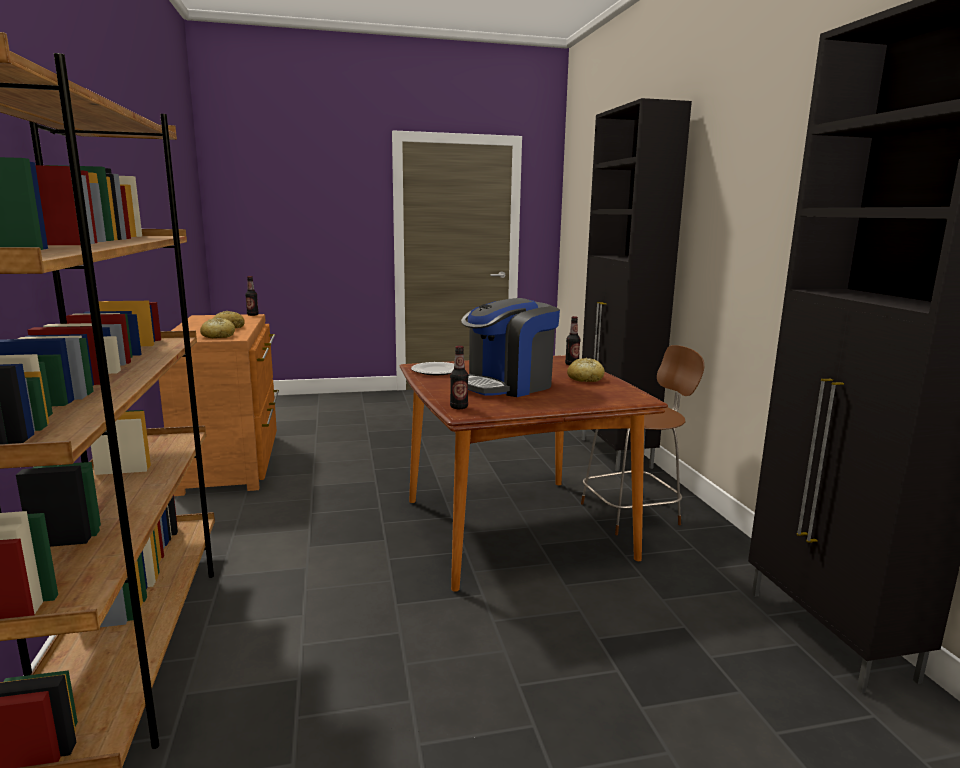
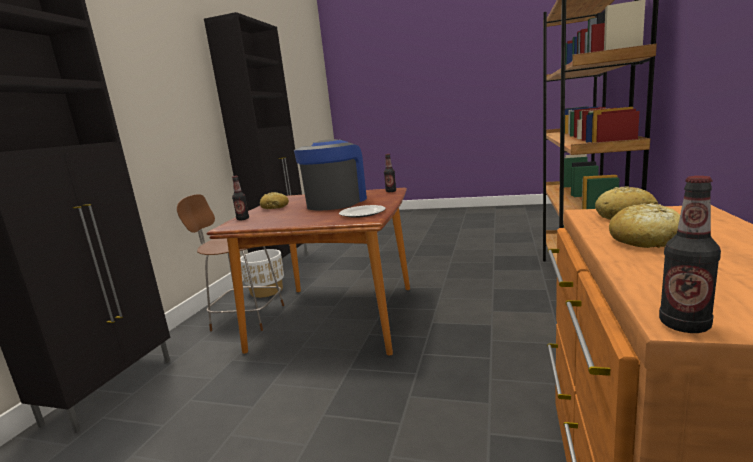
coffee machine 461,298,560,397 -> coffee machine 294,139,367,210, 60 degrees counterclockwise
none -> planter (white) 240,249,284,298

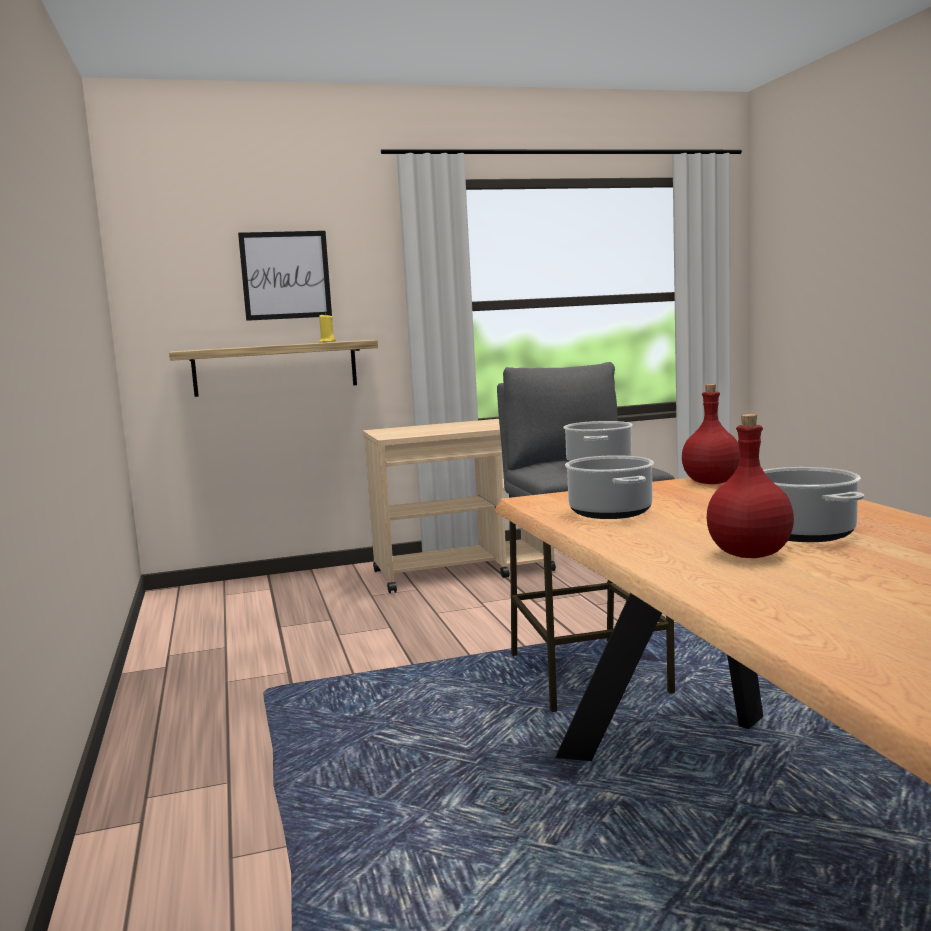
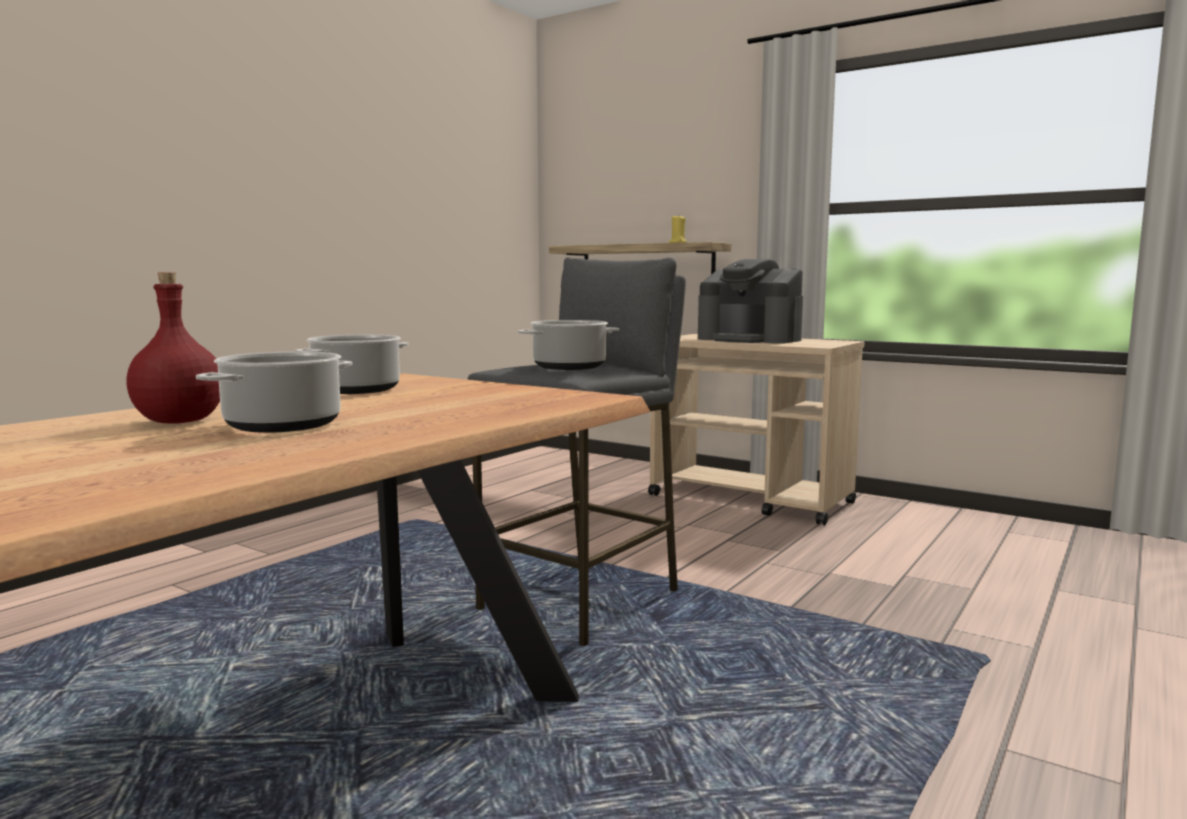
picture 238,231,332,321 -> none
bottle (red) 682,384,740,484 -> none
none -> coffee machine 698,259,803,344

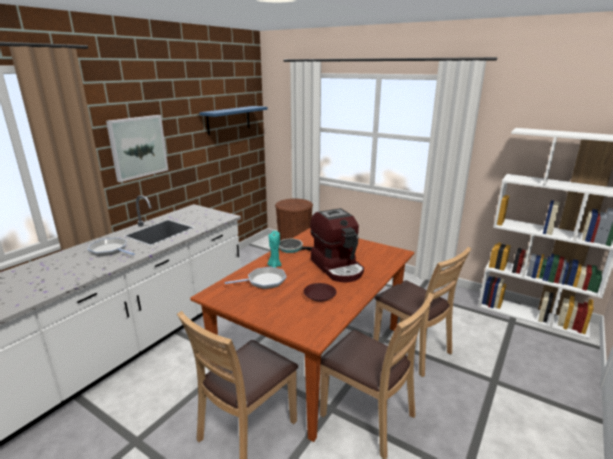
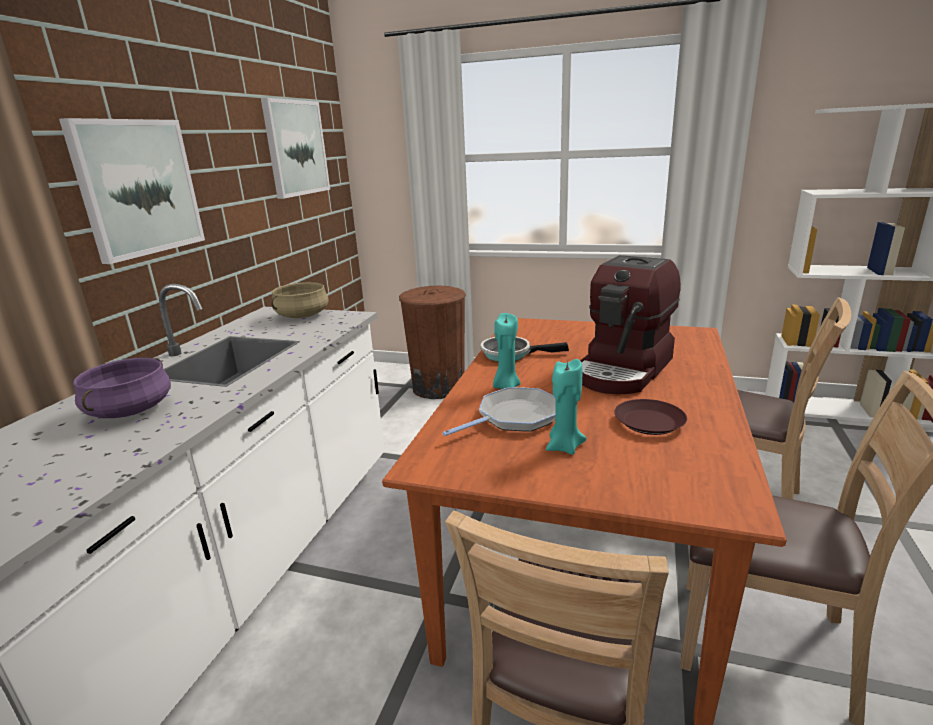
frying pan 87,237,135,256 -> cooking pot (purple) 73,358,171,418
shelf (blue) 199,106,268,135 -> picture 261,98,330,199
coffee machine 310,208,364,282 -> coffee machine 580,255,681,394, 75 degrees clockwise
none -> cooking pot (beige) 271,282,328,318
none -> candle (turquoise) 546,359,586,455

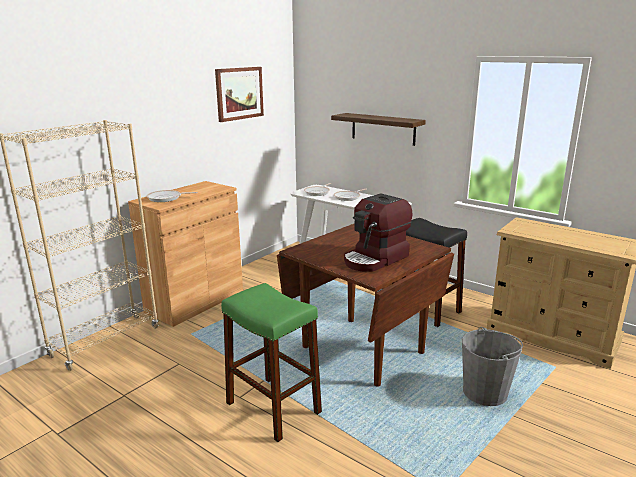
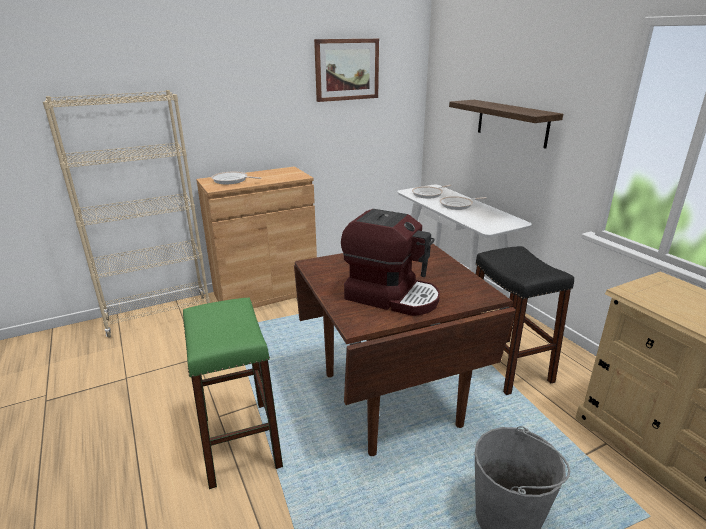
coffee machine 344,193,413,272 -> coffee machine 341,209,440,316, 135 degrees counterclockwise

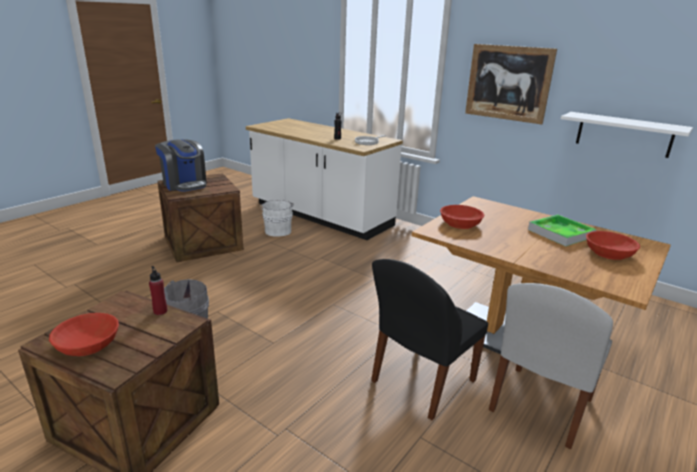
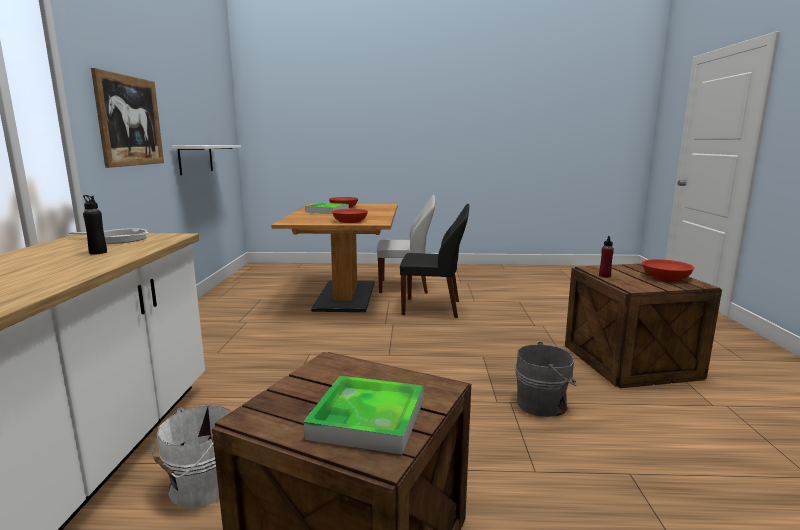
coffee machine 155,139,207,192 -> tray 304,376,424,455

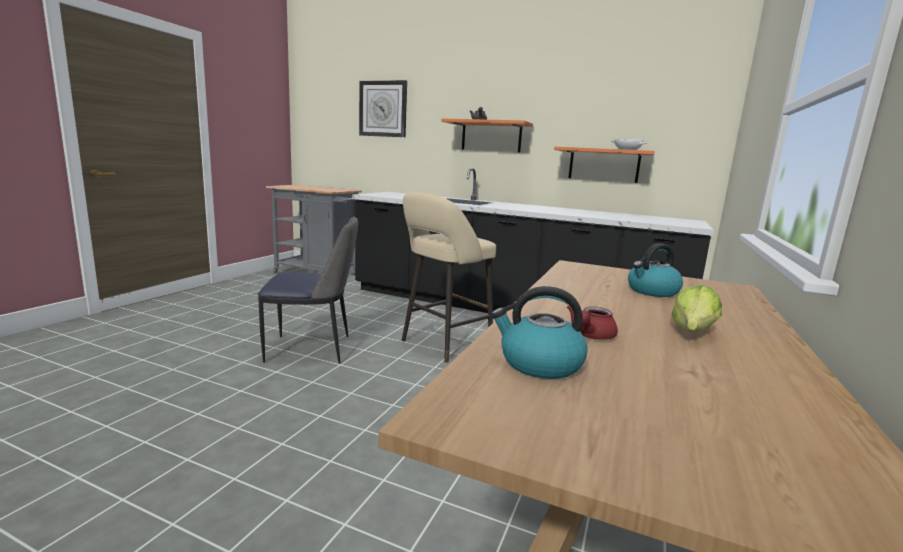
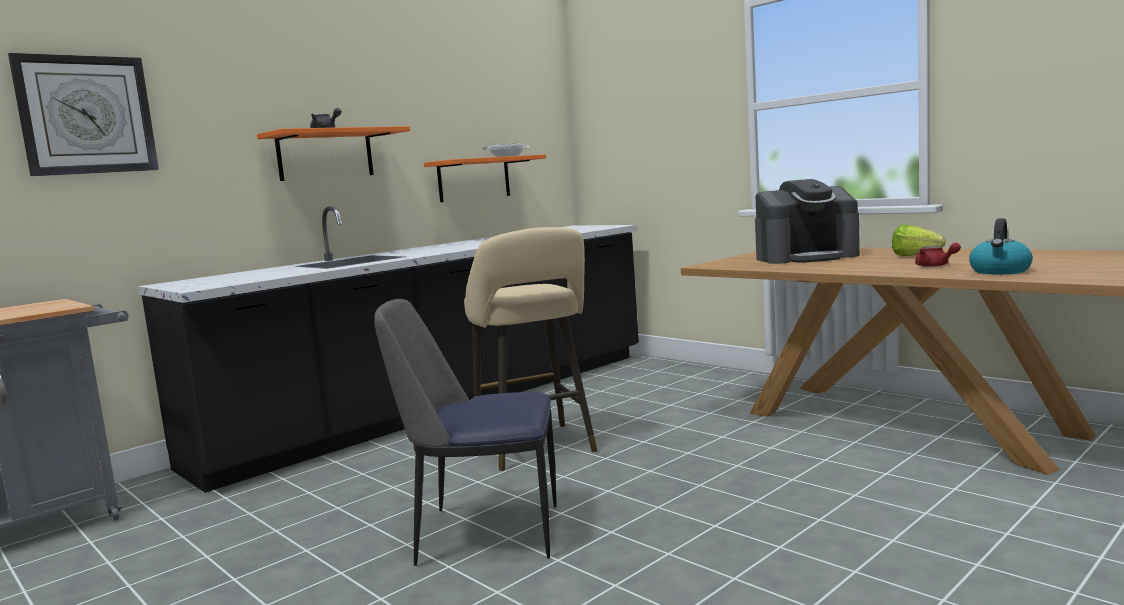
chair 258,217,358,363 -> chair 374,299,556,566, 105 degrees counterclockwise
kettle 628,244,683,297 -> coffee machine 755,179,860,264

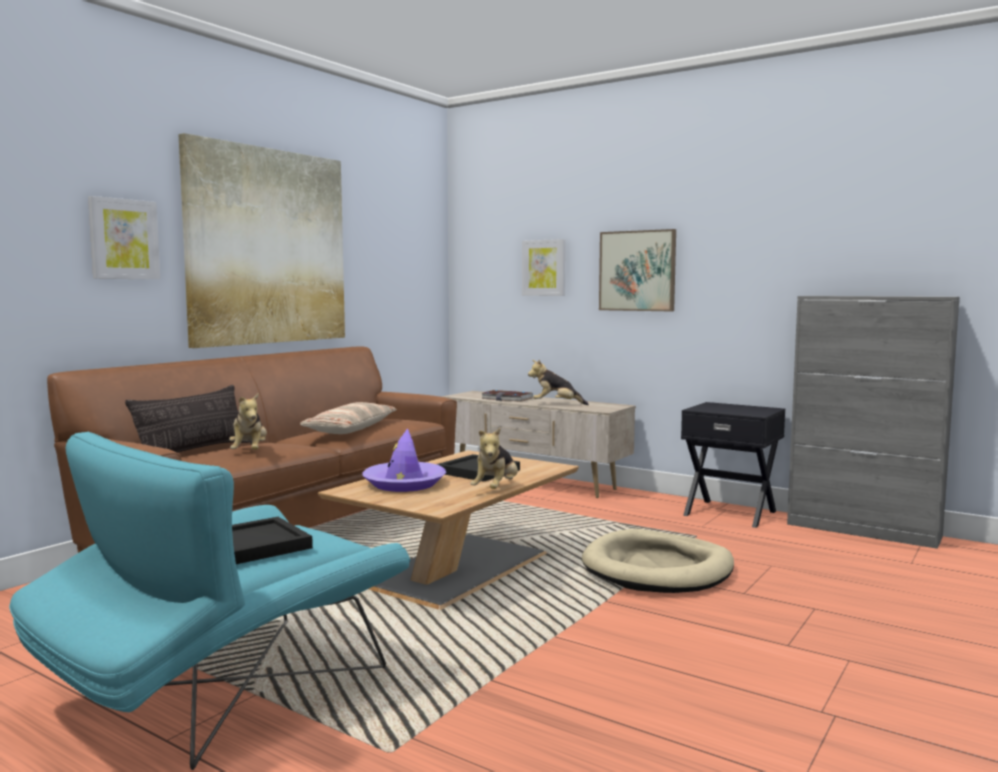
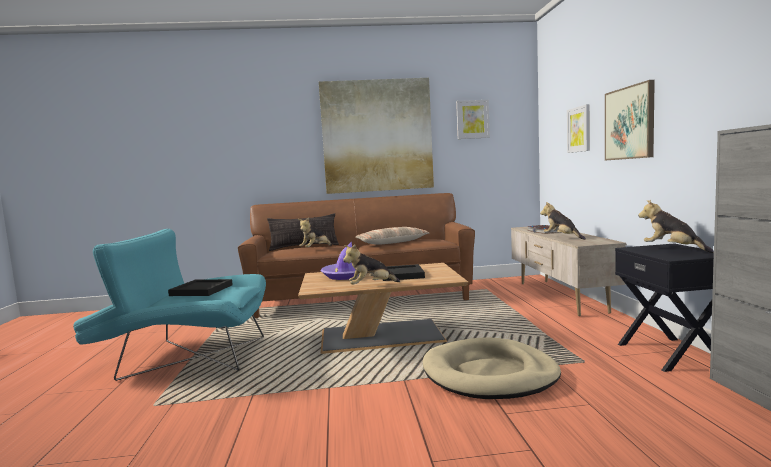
picture 88,196,160,279 -> picture 456,100,490,139, shifted
none -> plush toy 638,200,714,253

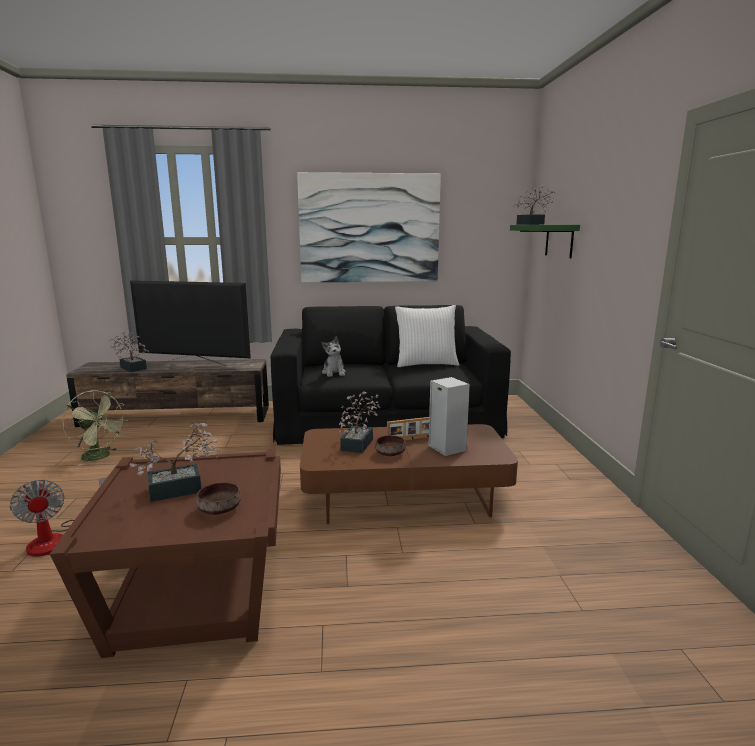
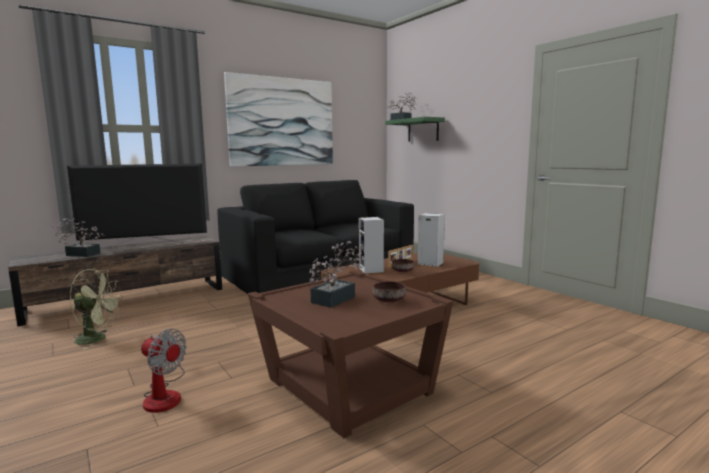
plush toy 322,337,346,377 -> none
potted plant 339,392,380,453 -> speaker 359,217,384,274
pillow (white) 395,305,459,367 -> none

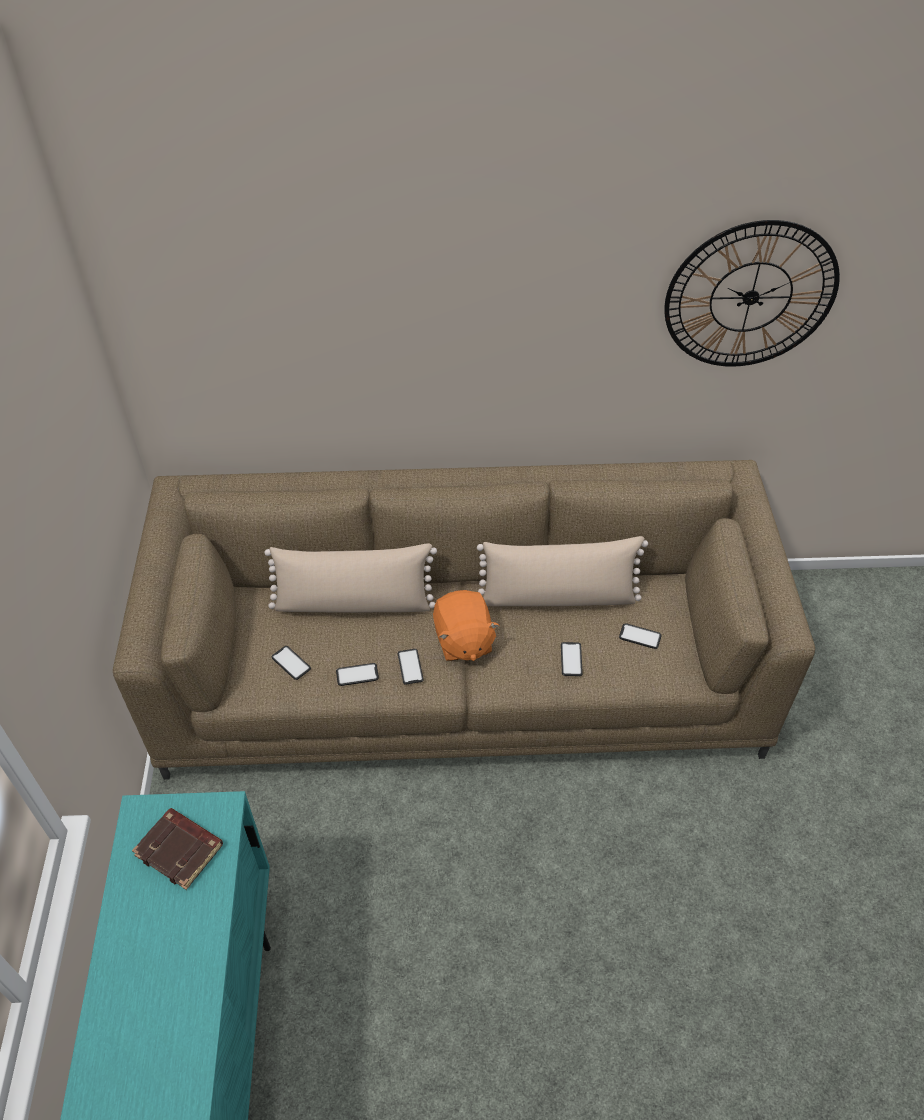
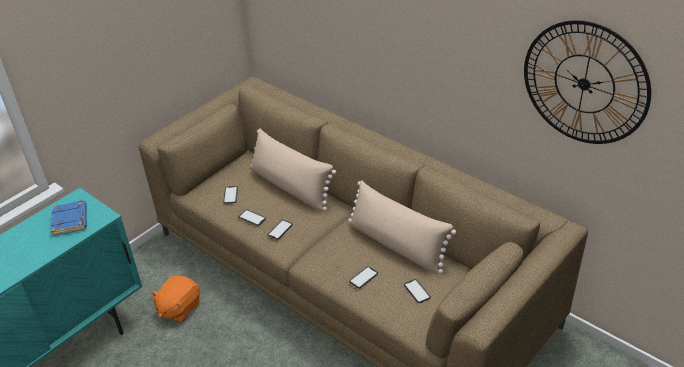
book (brown) 132,808,223,890 -> book (blue) 51,200,87,236
plush toy (orange) 433,590,499,661 -> plush toy (orange) 151,276,200,323, shifted

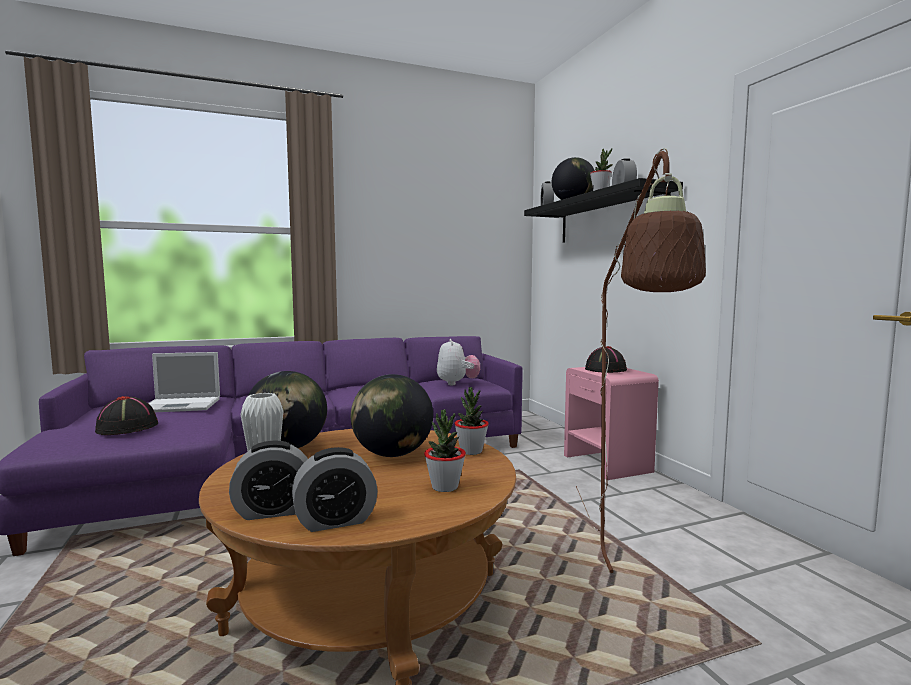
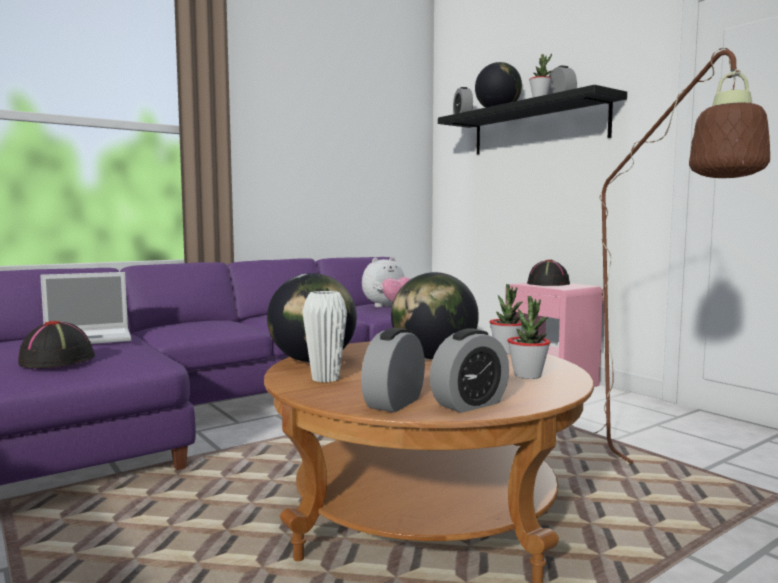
alarm clock 229,441,308,520 -> alarm clock 361,328,425,412, 150 degrees clockwise
plush toy 437,339,480,385 -> plush toy 362,257,410,307, 75 degrees clockwise

